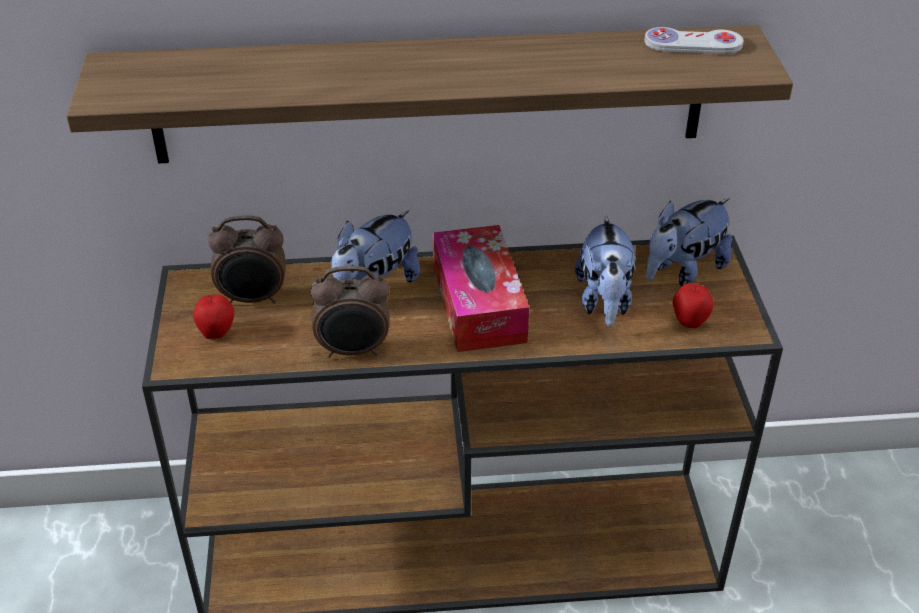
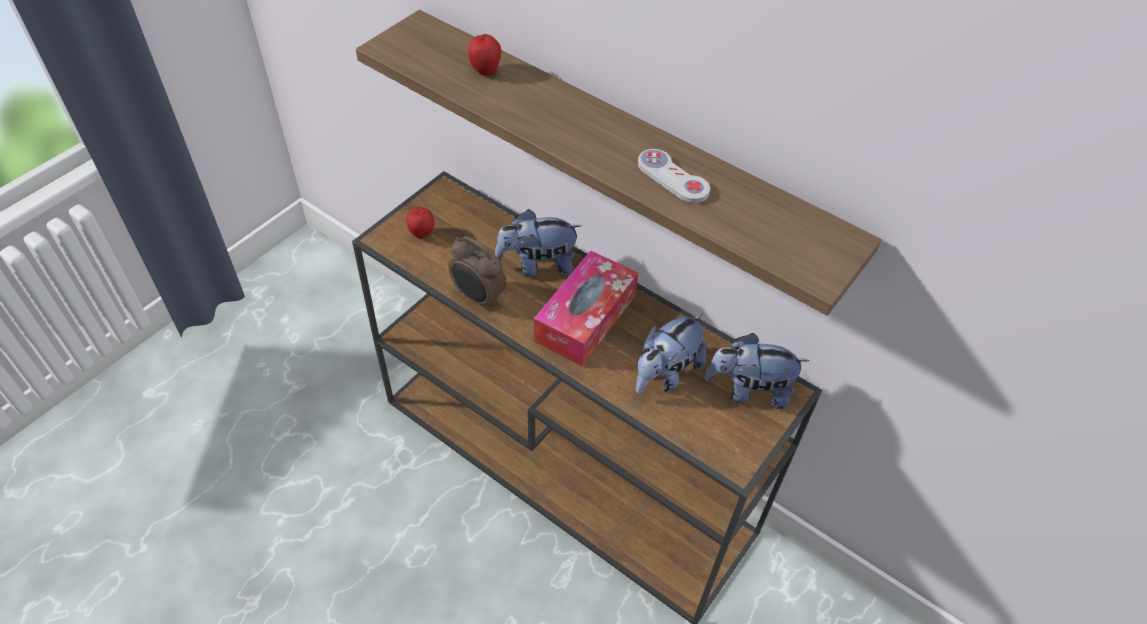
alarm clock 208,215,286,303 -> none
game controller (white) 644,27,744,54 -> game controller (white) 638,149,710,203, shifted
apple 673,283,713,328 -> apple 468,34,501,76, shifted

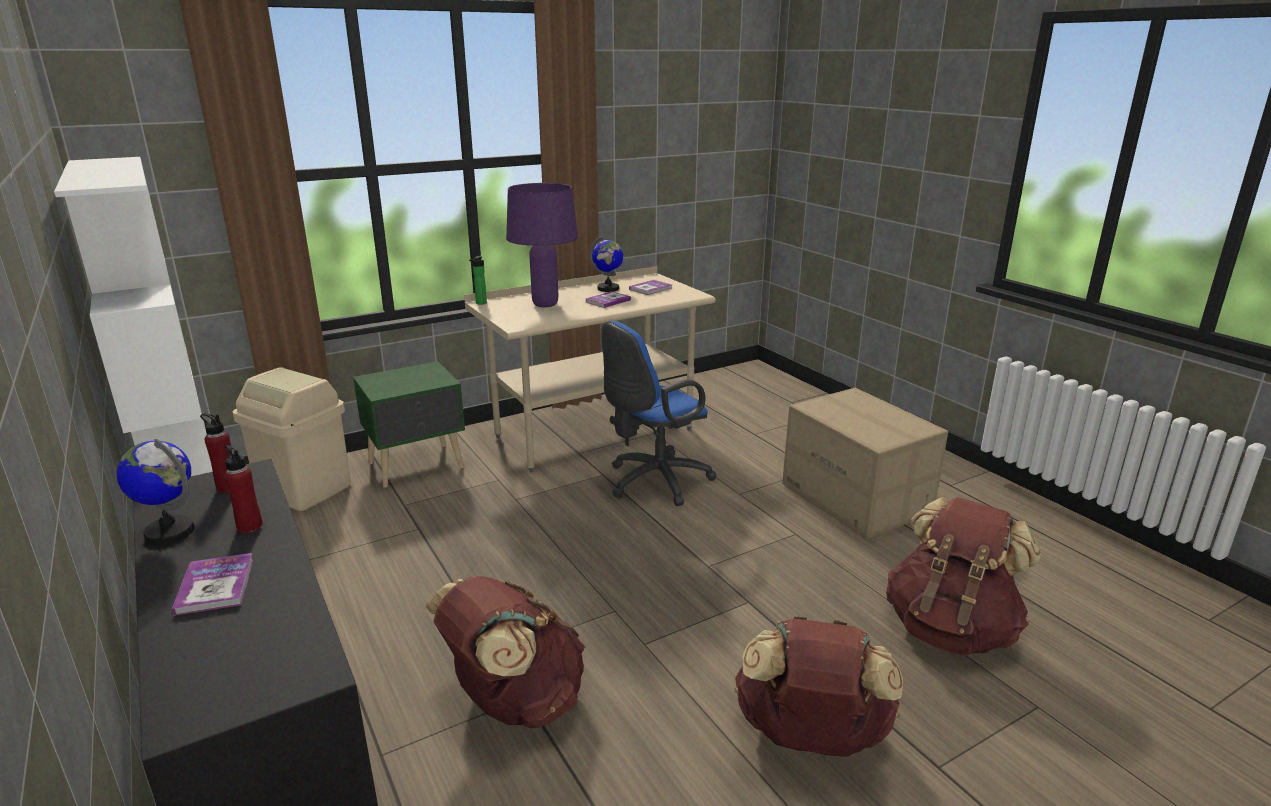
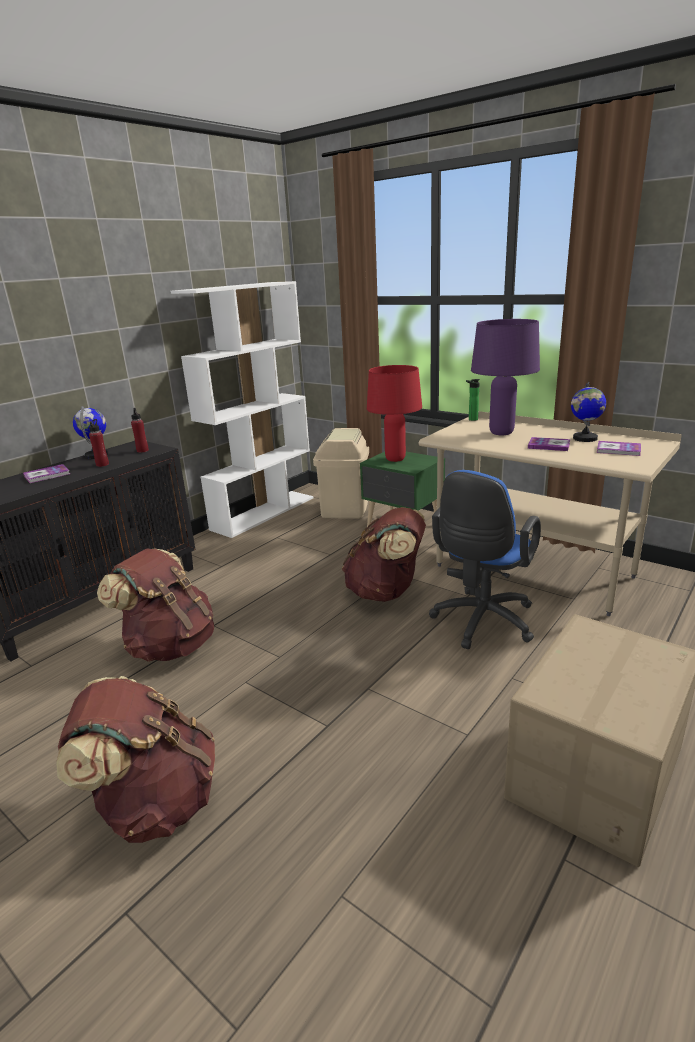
office chair (blue) 601,321,717,506 -> office chair (blue) 429,470,541,649, 90 degrees counterclockwise
backpack (brown) 886,497,1041,656 -> backpack (brown) 342,507,426,602, shifted
none -> table lamp (red) 367,365,422,462

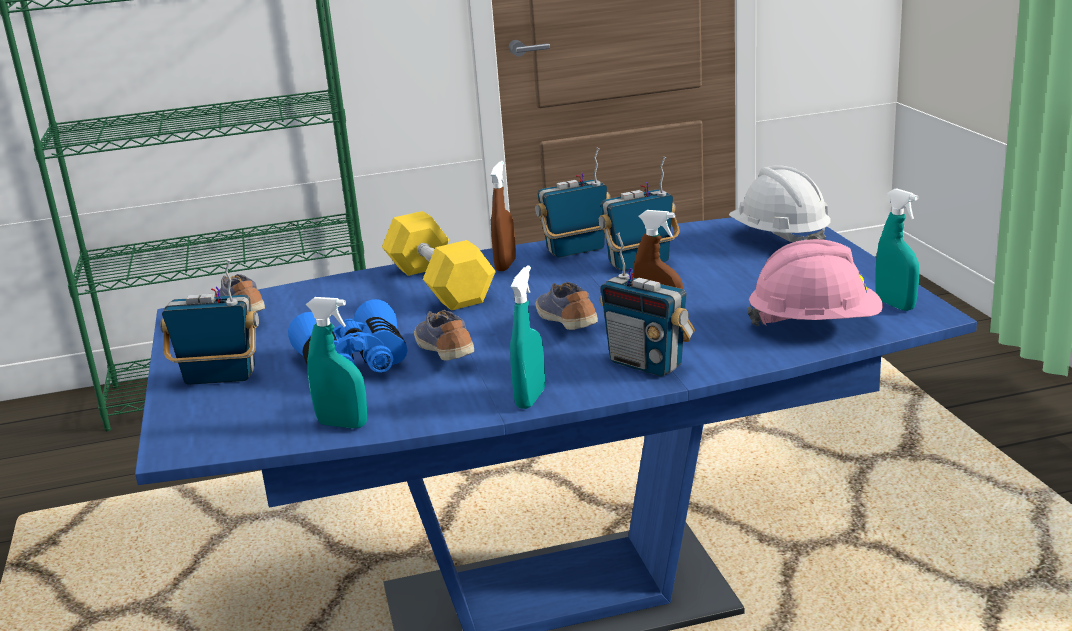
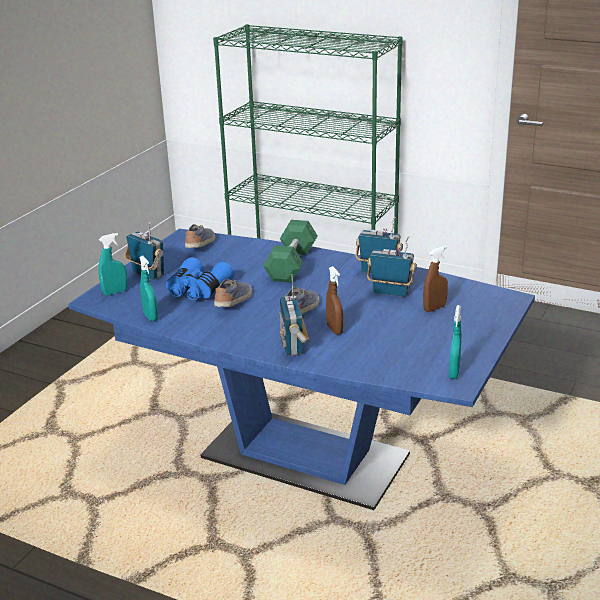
dumbbell (yellow) 382,211,496,311 -> dumbbell (green) 263,220,318,283
spray bottle (brown) 491,161,516,271 -> spray bottle (brown) 423,246,448,312, shifted
spray bottle (turquoise) 510,265,545,409 -> spray bottle (turquoise) 99,233,127,295, shifted
hard hat (white) 729,165,831,242 -> none
hard hat (pink) 747,239,883,326 -> none

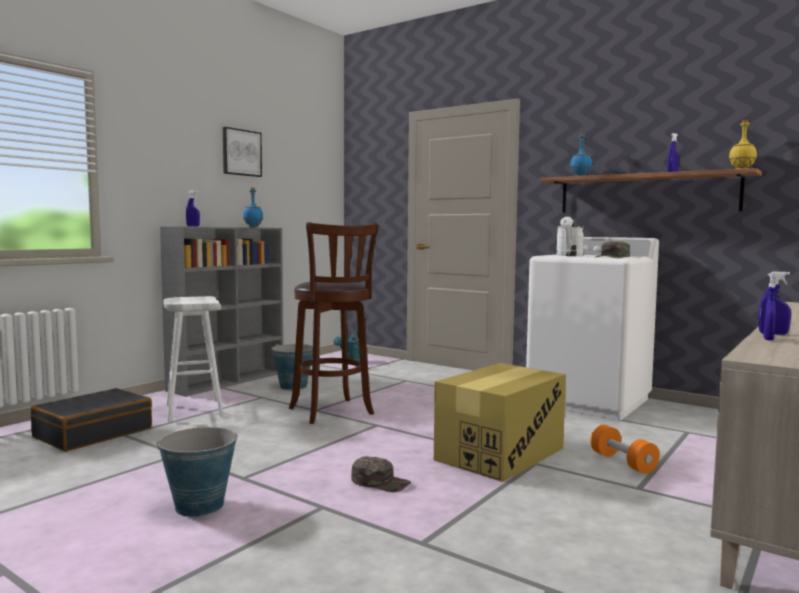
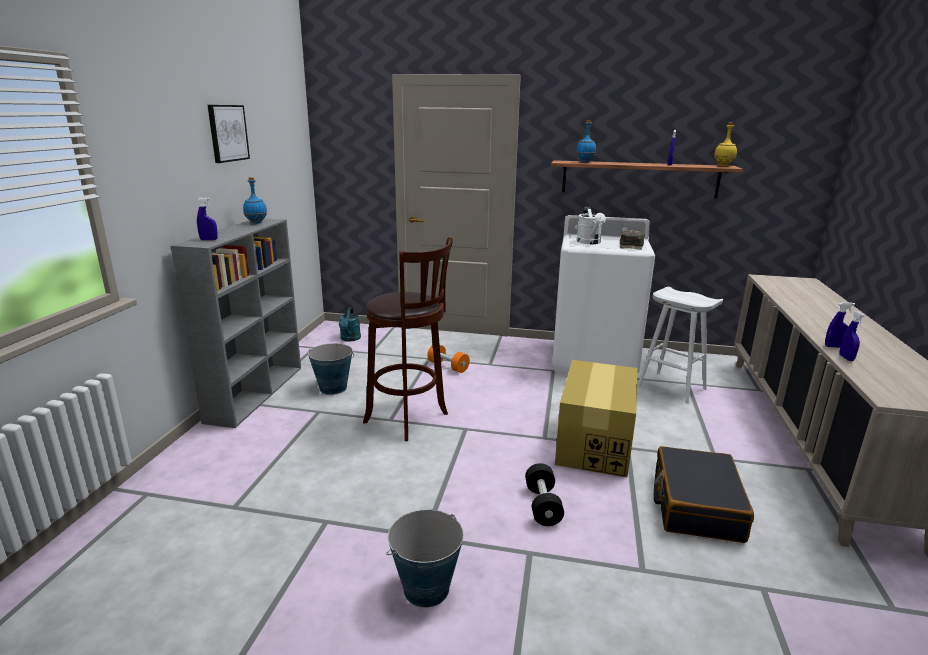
suitcase (black) 31,388,152,452 -> suitcase (black) 654,446,754,543, shifted
stool (white) 164,296,224,422 -> stool (white) 637,287,723,404, shifted
cap (green) 351,456,411,492 -> dumbbell (black) 525,463,564,526
dumbbell (orange) 590,425,660,474 -> dumbbell (orange) 427,345,470,373, shifted

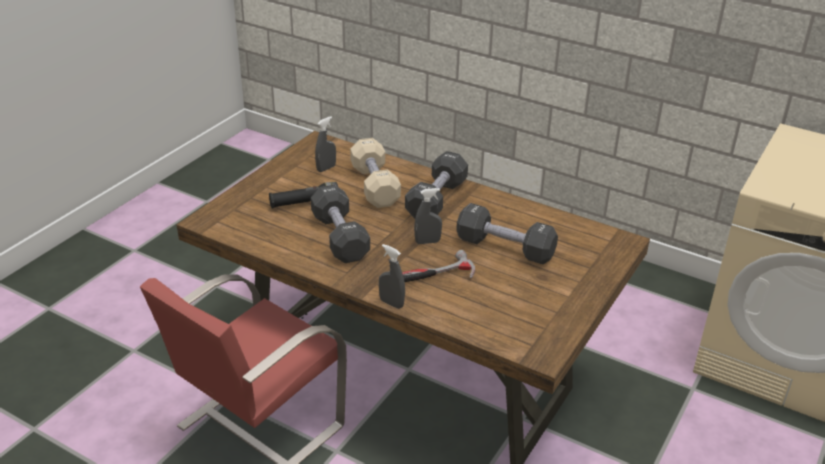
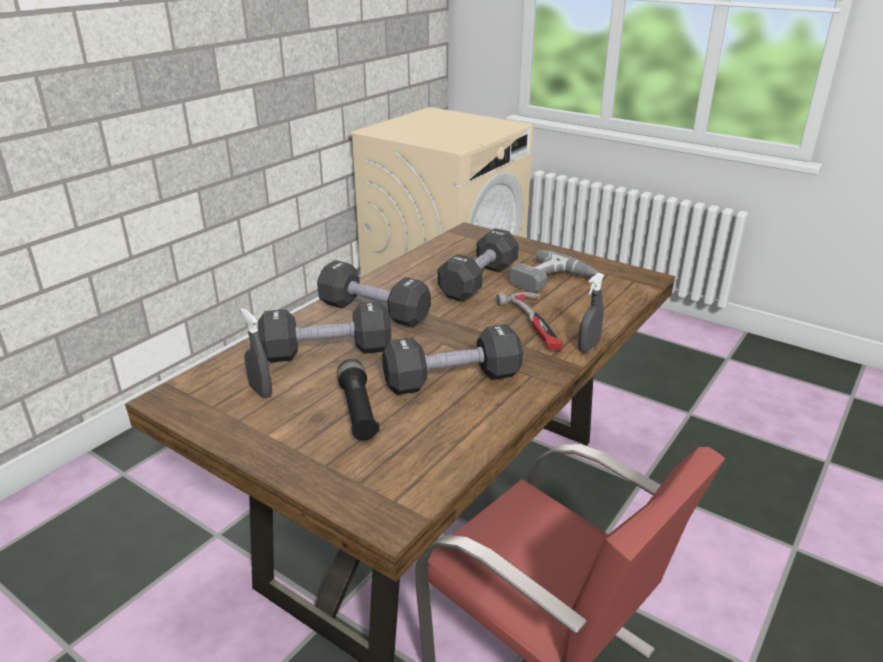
dumbbell (beige) 350,138,401,208 -> dumbbell (black) 258,301,391,363
spray bottle (grey) 414,188,442,244 -> none
none -> power drill 509,250,598,293

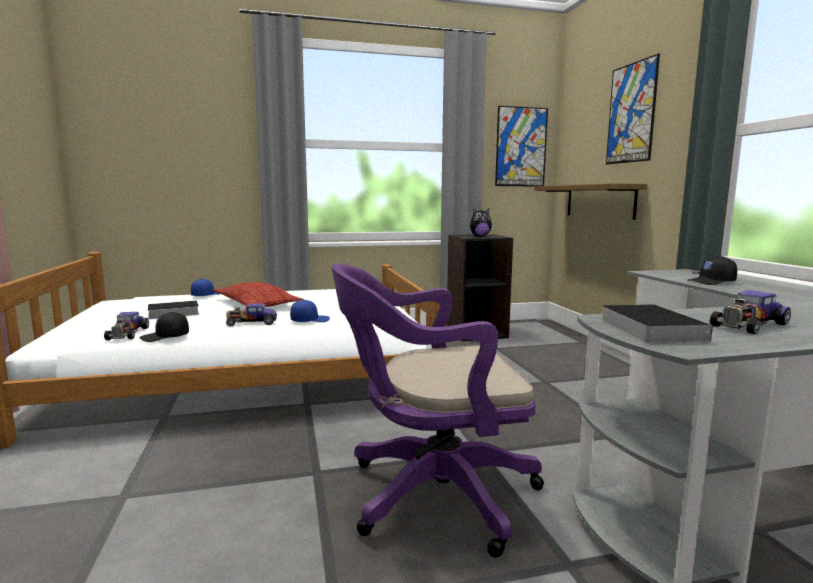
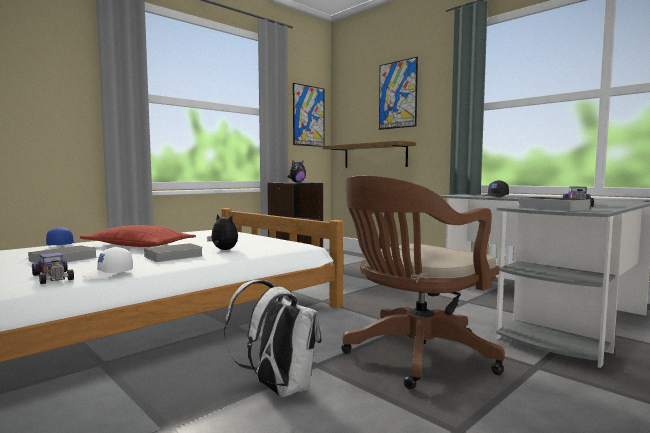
cap (black) 140,312,189,342 -> cap (white) 82,247,133,279
toy car 226,303,277,326 -> book 142,243,203,262
cap (blue) 290,300,330,322 -> plush toy 207,214,238,250
office chair (purple) 331,264,544,558 -> office chair (brown) 341,175,505,389
none -> backpack (white) 224,280,322,397

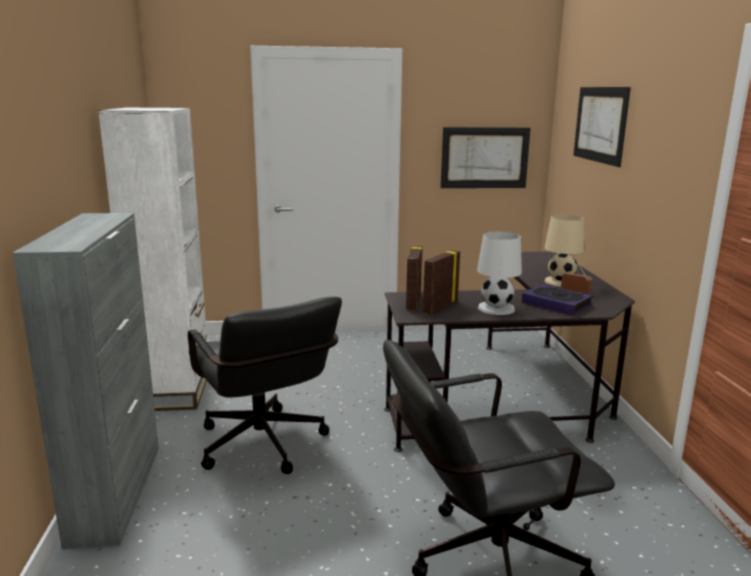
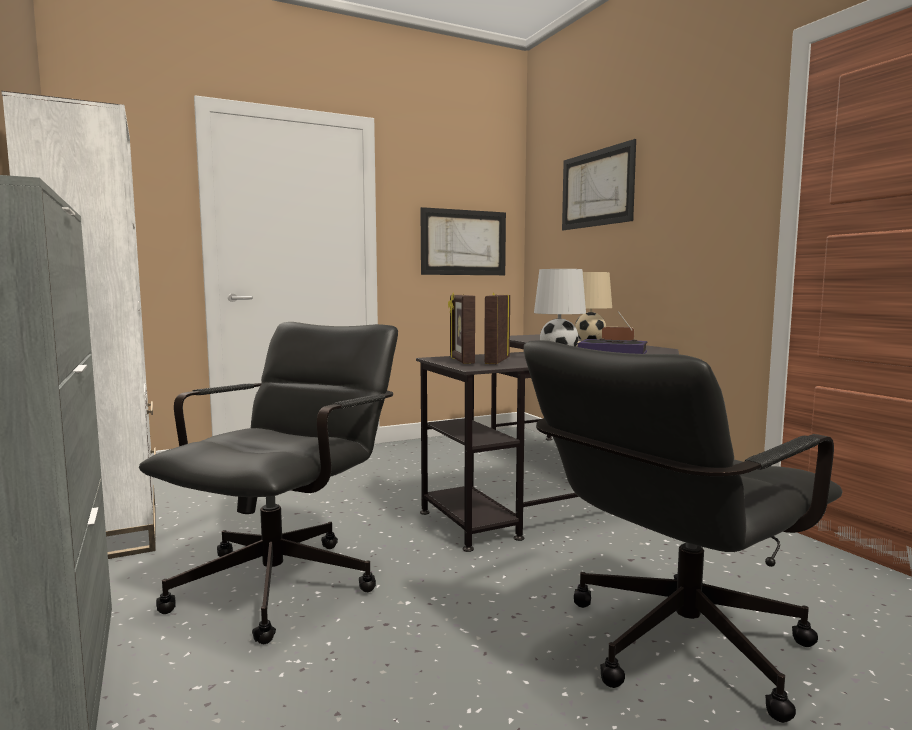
office chair (black) 188,297,342,474 -> office chair (black) 139,322,398,644, 105 degrees counterclockwise

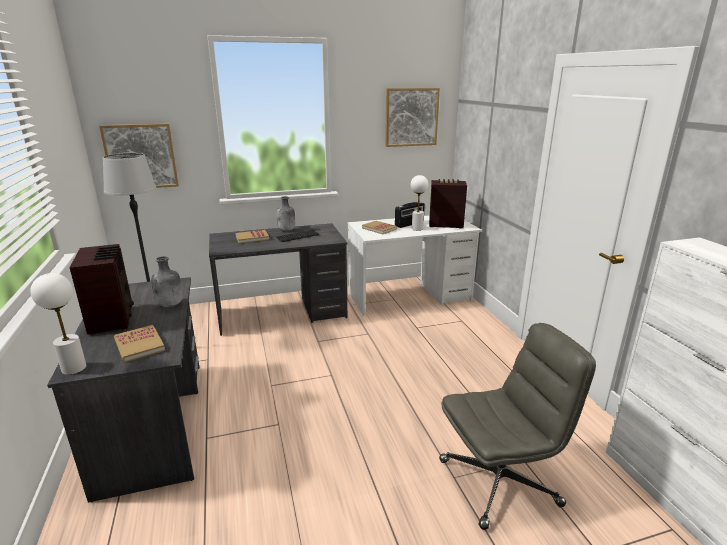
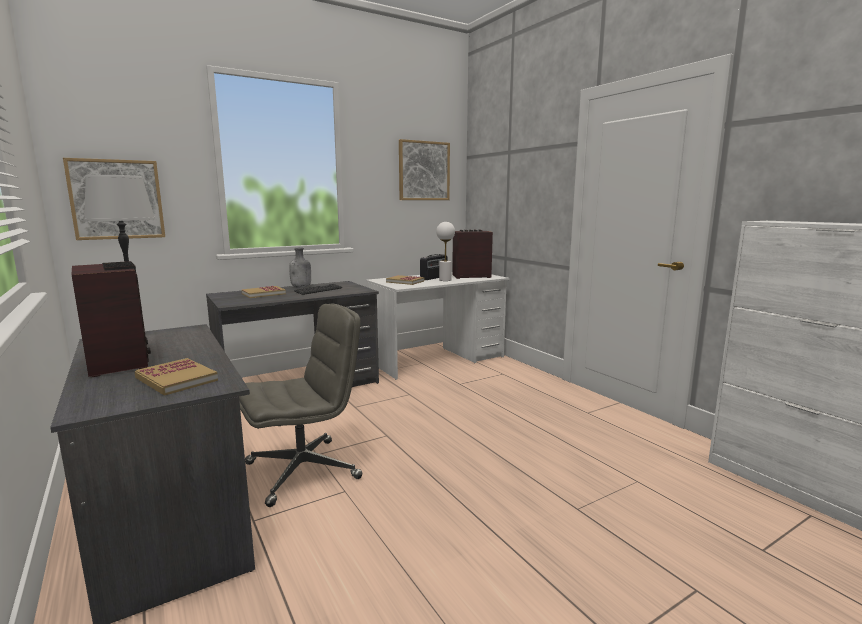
table lamp (white) 30,273,86,375 -> none
bottle (grey) 151,256,183,307 -> none
office chair (grey) 439,323,596,530 -> office chair (grey) 239,304,362,507, shifted

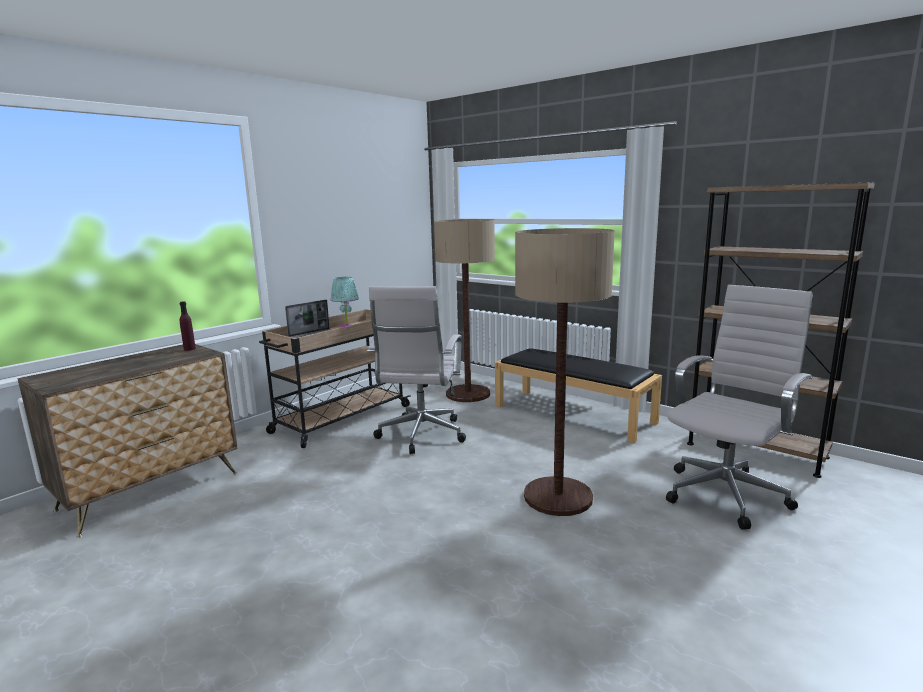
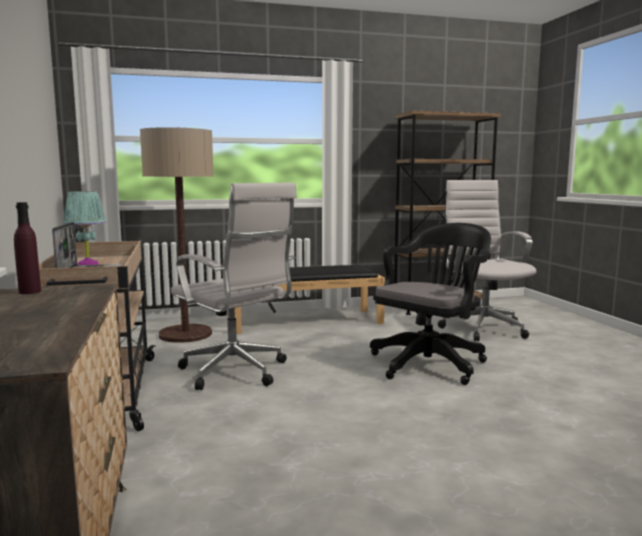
floor lamp 515,228,615,516 -> office chair (black) 370,223,491,385

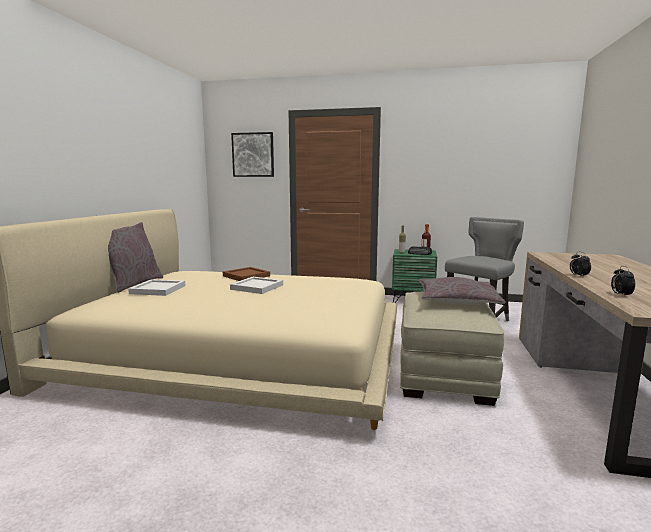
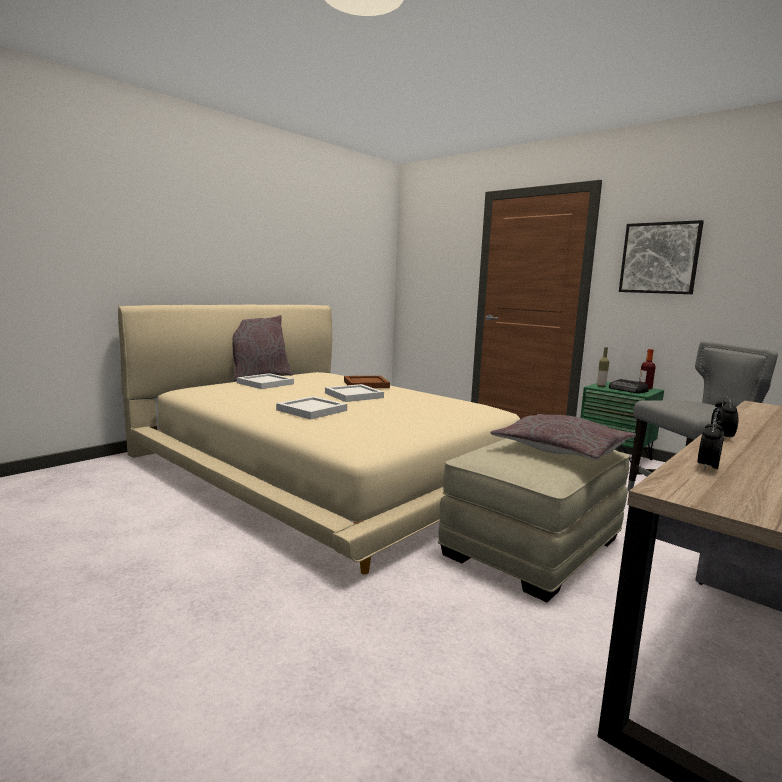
picture 231,132,274,177 -> picture 619,220,704,294, shifted
none -> tray (white) 276,396,347,419

